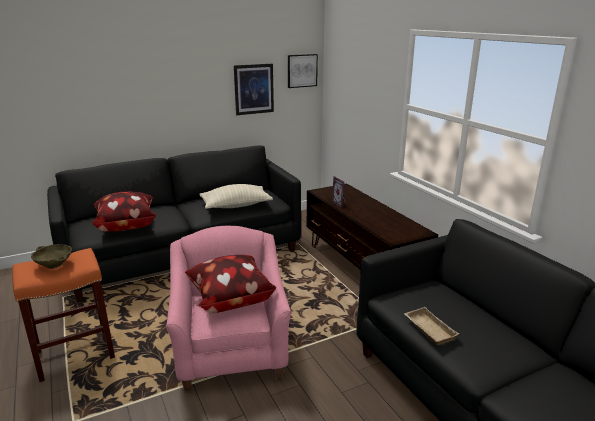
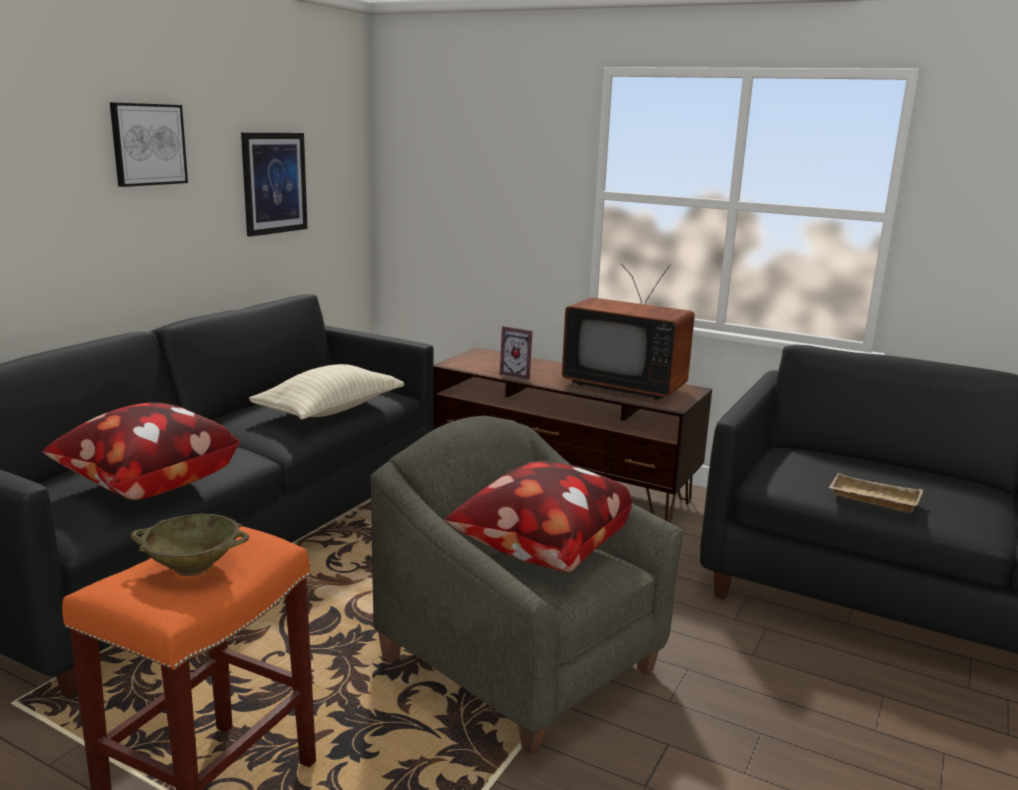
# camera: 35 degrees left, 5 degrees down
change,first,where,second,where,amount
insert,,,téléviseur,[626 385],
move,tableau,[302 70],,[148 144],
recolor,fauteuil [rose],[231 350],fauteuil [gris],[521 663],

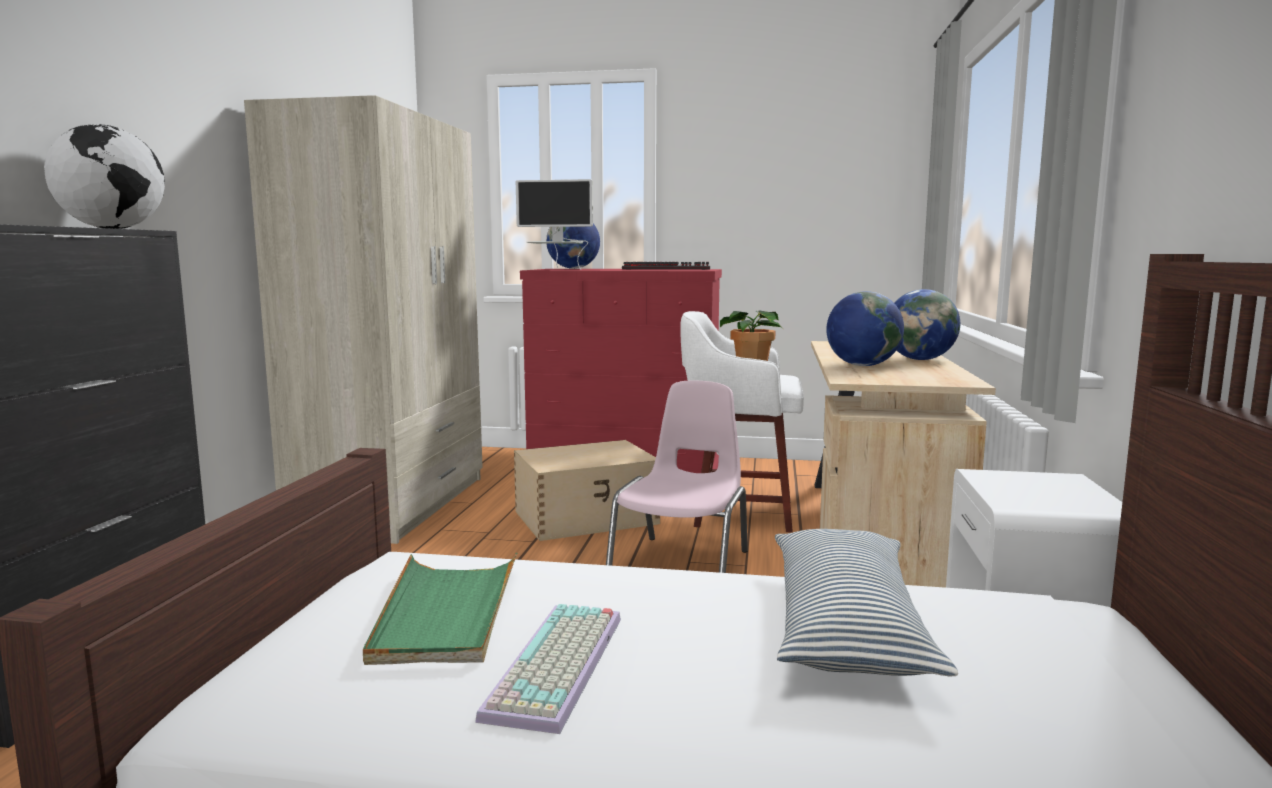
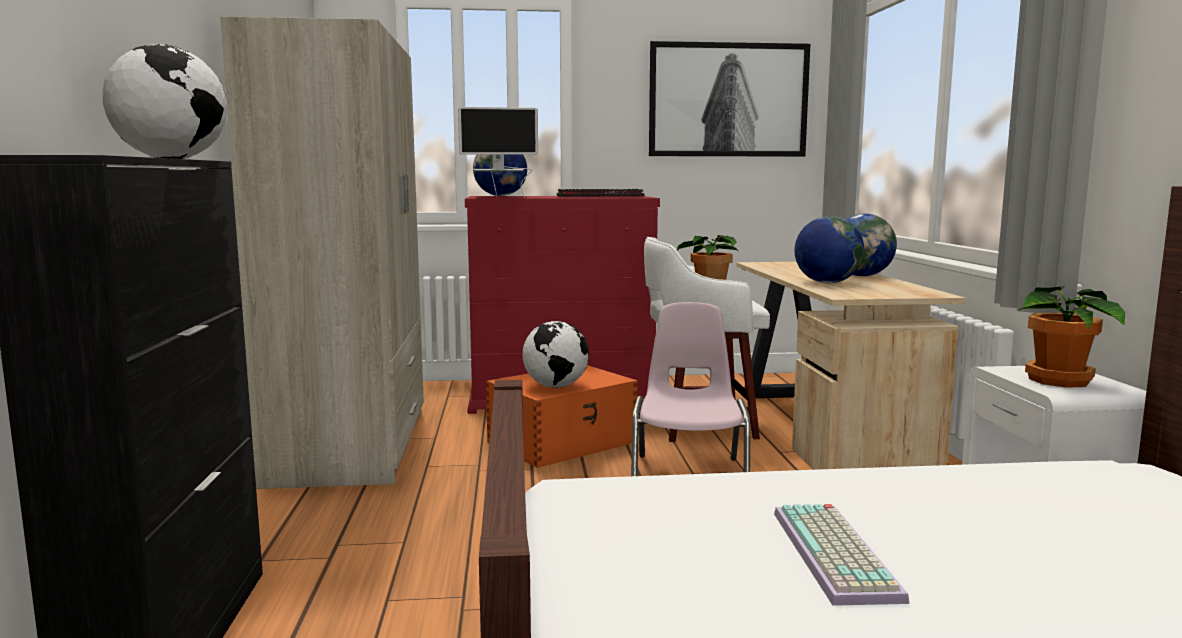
# camera: 15 degrees left, 0 degrees up
change,first,where,second,where,amount
delete,plateau [vert],[446 613],,,
delete,coussin,[846 624],,,
insert,,,globe,[556 387],
insert,,,tableau,[728 100],
insert,,,plante en pot,[1059 381],
recolor,boîte de rangement [beige],[587 517],boîte de rangement [orange],[563 442],

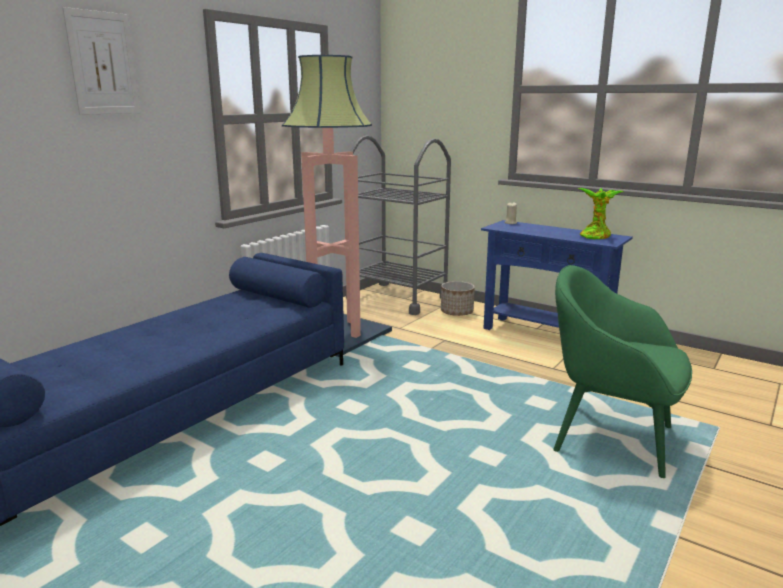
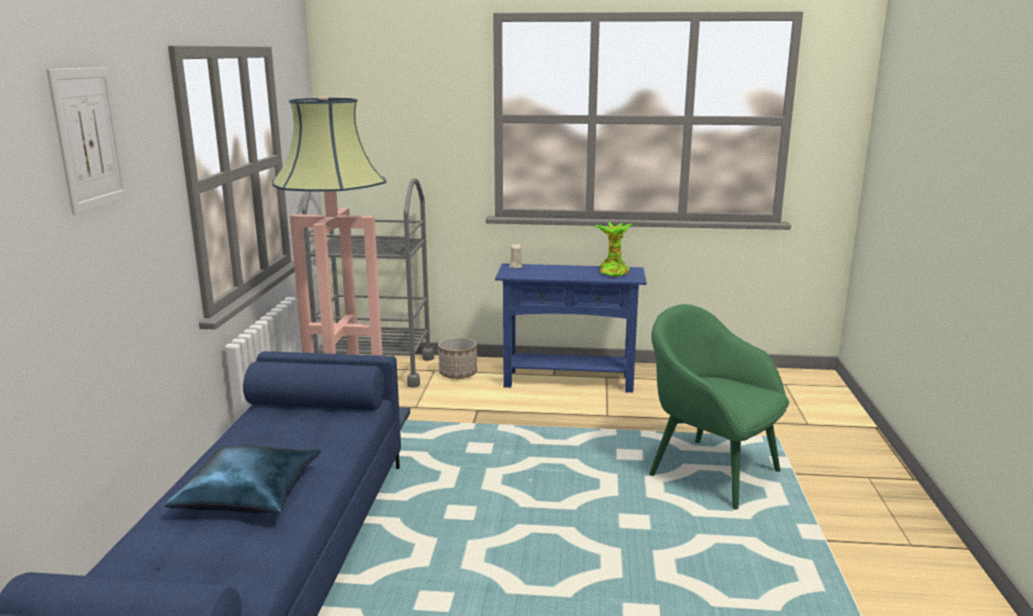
# camera: 30 degrees left, 0 degrees up
change,first,where,second,where,amount
insert,,,coussin [bleu],[249 493],
rotate,fauteuil [vert],[609 438],,[711 472],45 degrees clockwise

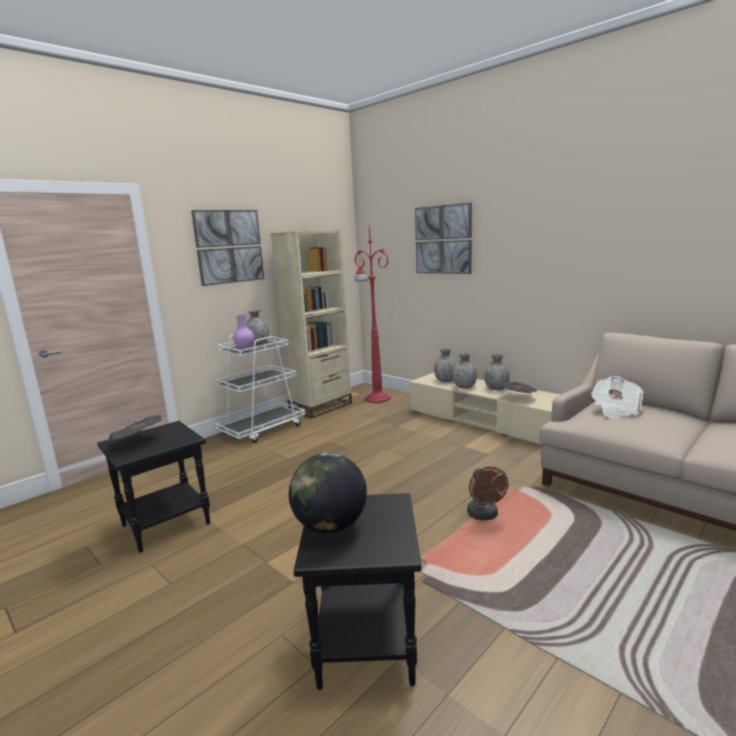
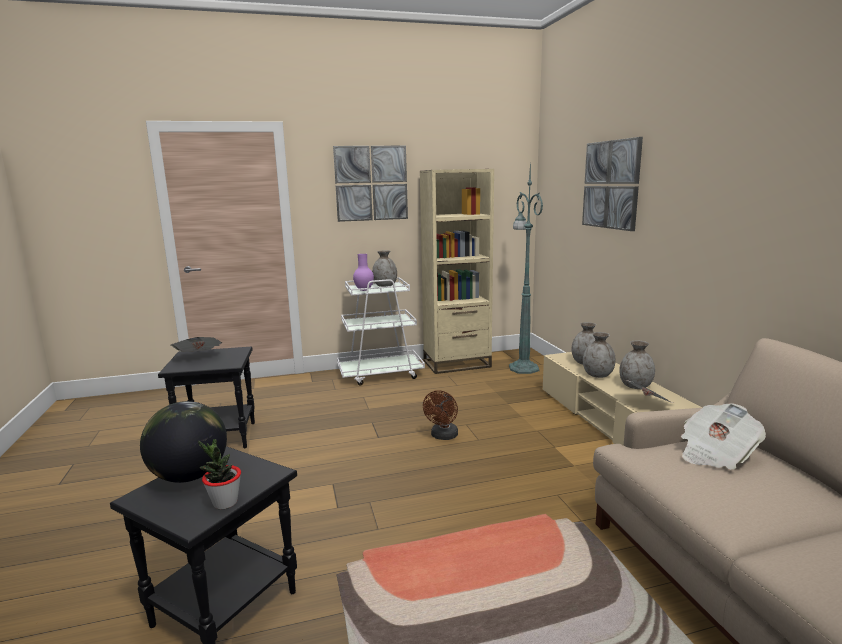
# camera: 30 degrees right, 0 degrees up
change,first,where,second,where,amount
insert,,,plante en pot,[225 503],
move,ventilateur [marron],[484 516],,[443 436],
recolor,lampadaire [rouge],[376 398],lampadaire [vert],[523 368],

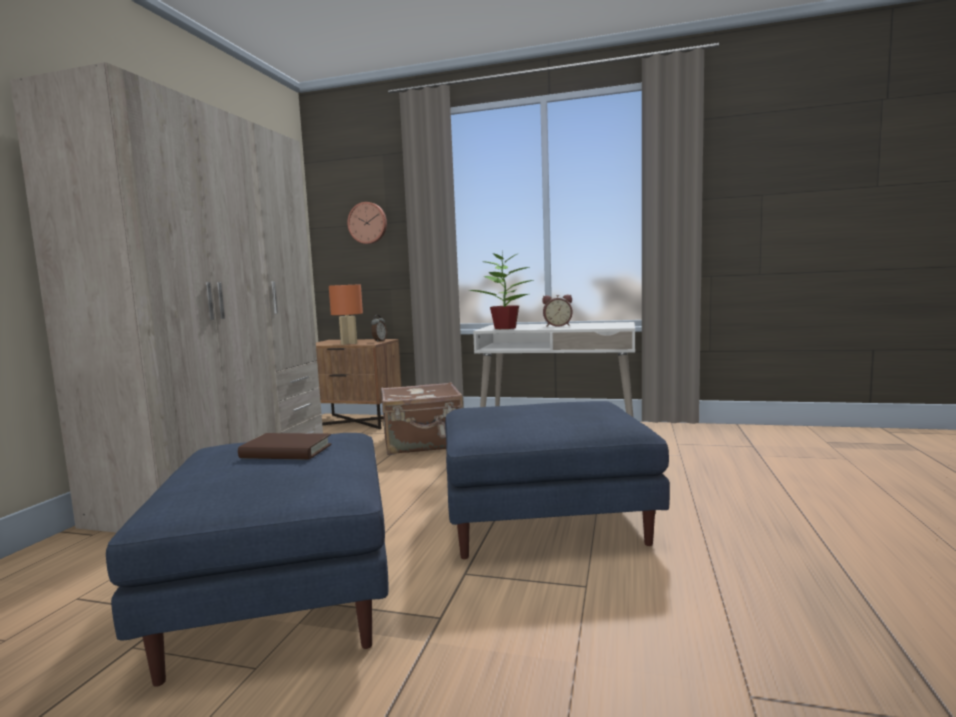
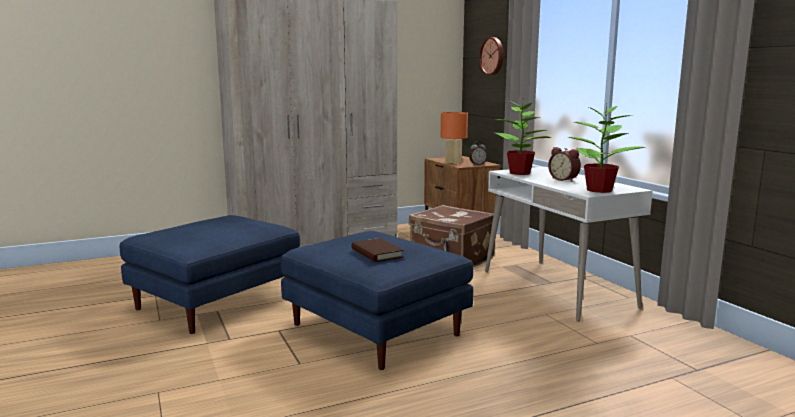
# camera: 50 degrees right, 5 degrees up
change,first,where,second,where,amount
insert,,,plante en pot,[598 190],
move,livre [marron],[286 451],,[377 253],

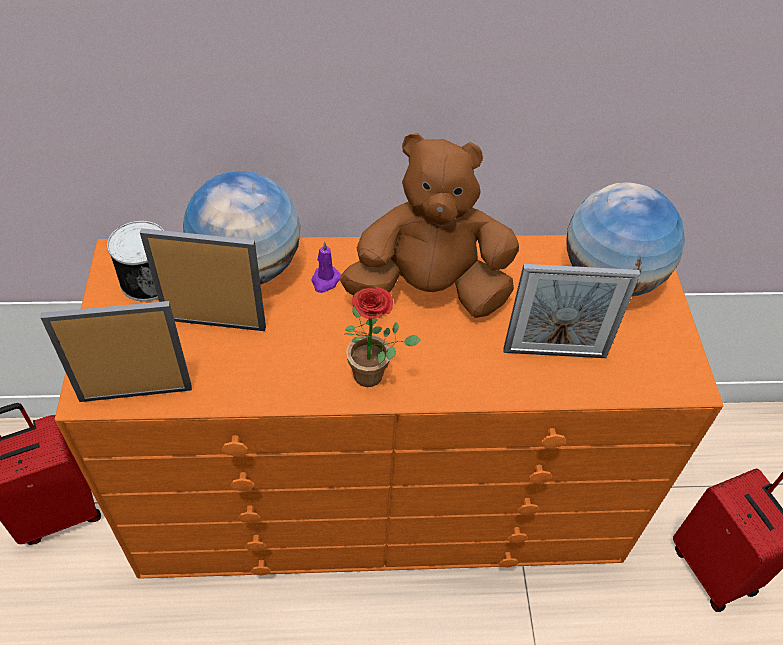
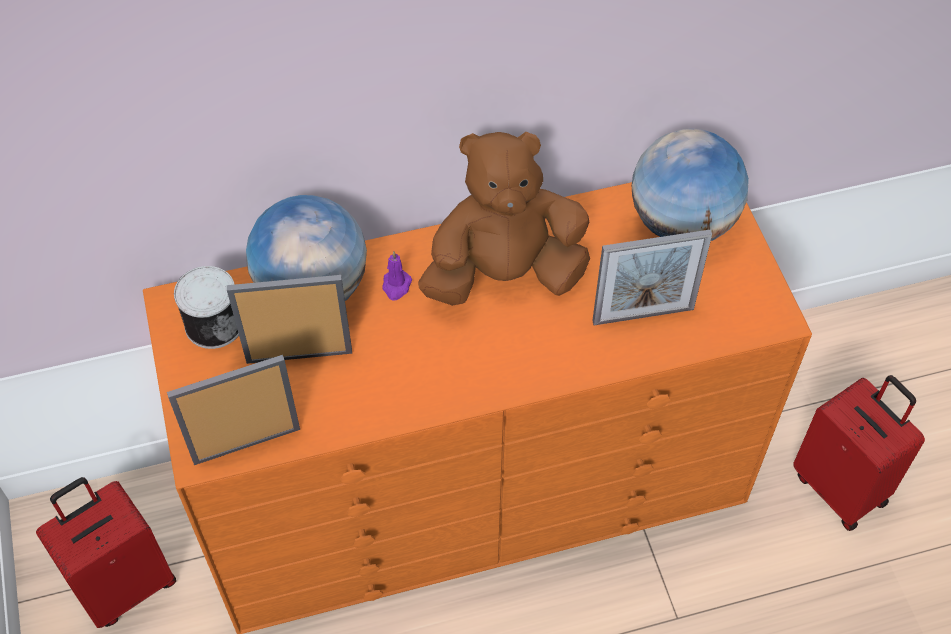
# camera: 10 degrees left, 5 degrees up
change,first,where,second,where,amount
delete,plante en pot,[375 375],,,

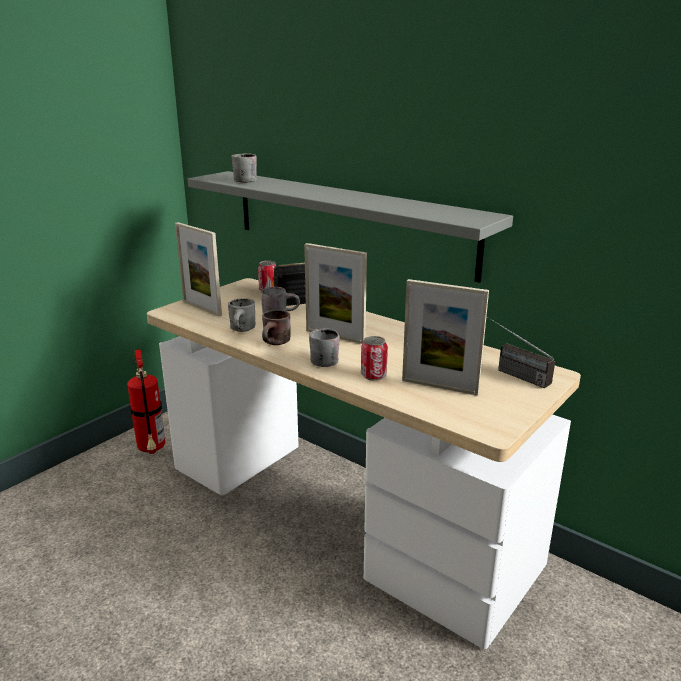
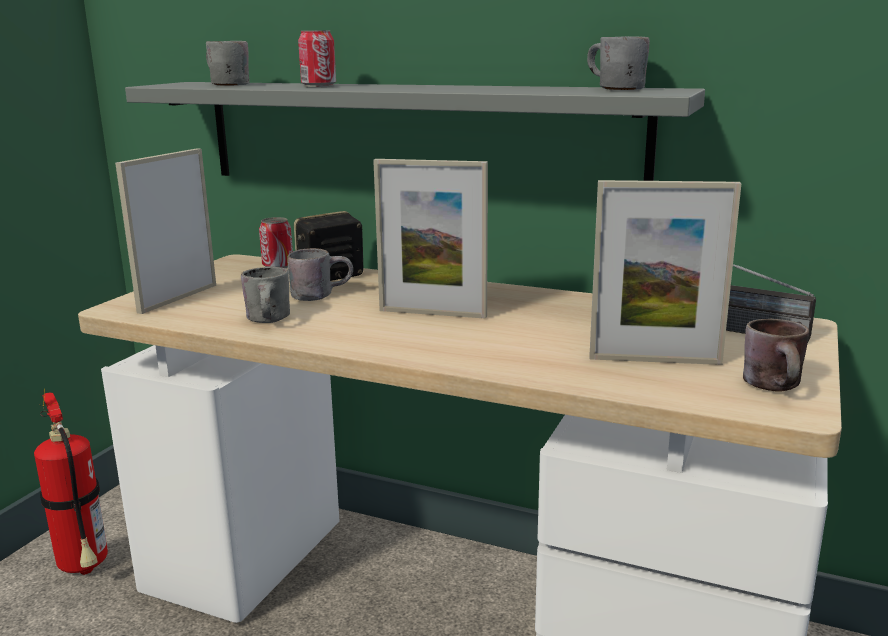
# camera: 15 degrees left, 5 degrees down
change,first,where,second,where,amount
move,mug [marron],[277 343],,[779 387],
move,mug [gris],[320 359],,[611 88],
move,boîte métallique,[373 375],,[318 86],
rotate,cadre photo,[202 308],,[178 298],90 degrees clockwise

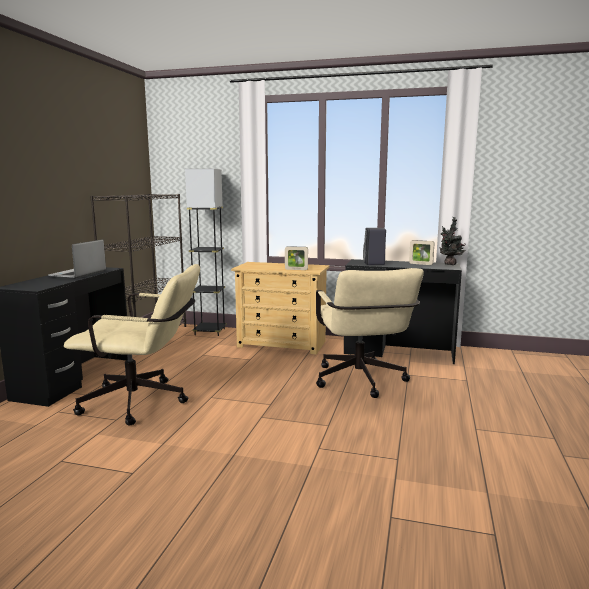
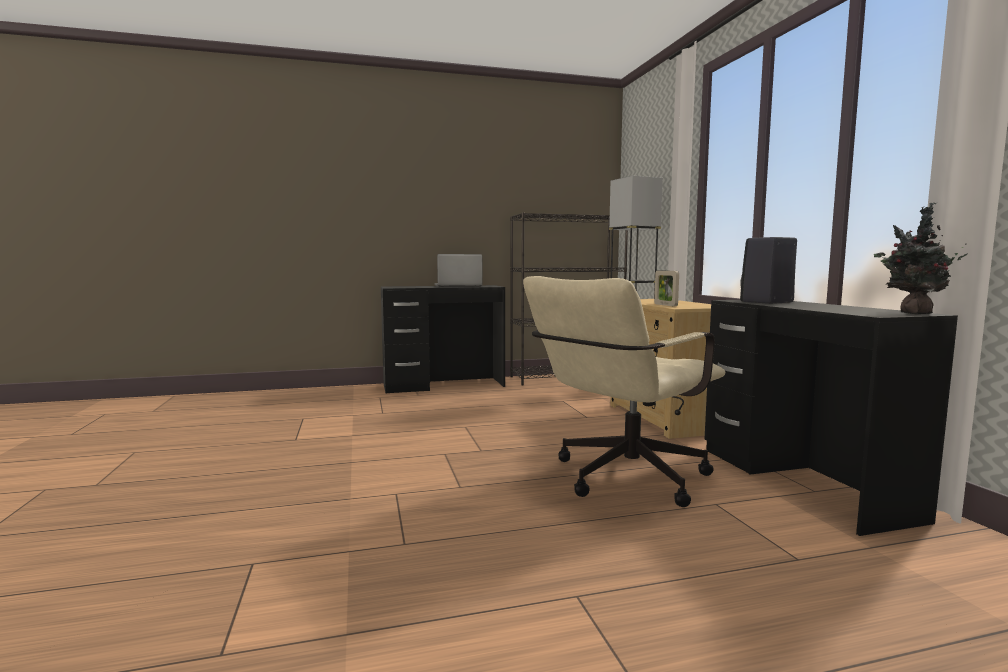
# camera: 60 degrees right, 5 degrees down
change,first,where,second,where,amount
delete,chaise de bureau [beige],[143 402],,,
delete,cadre photo,[420 264],,,

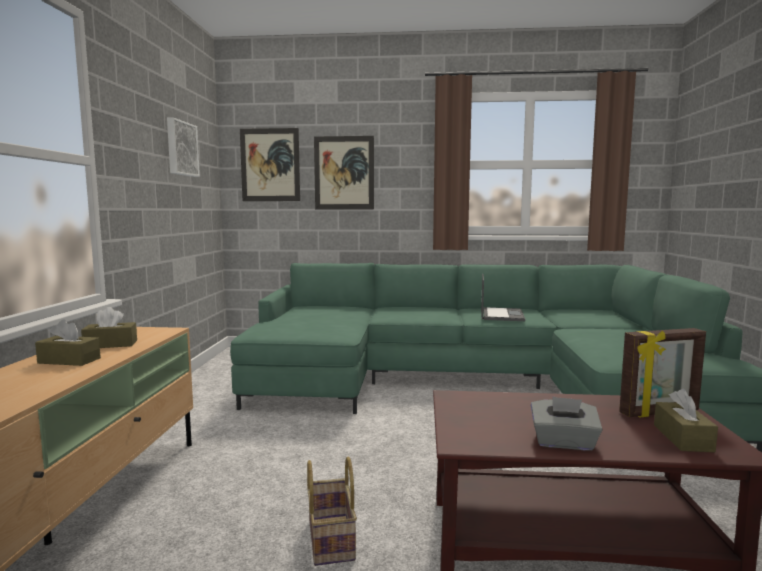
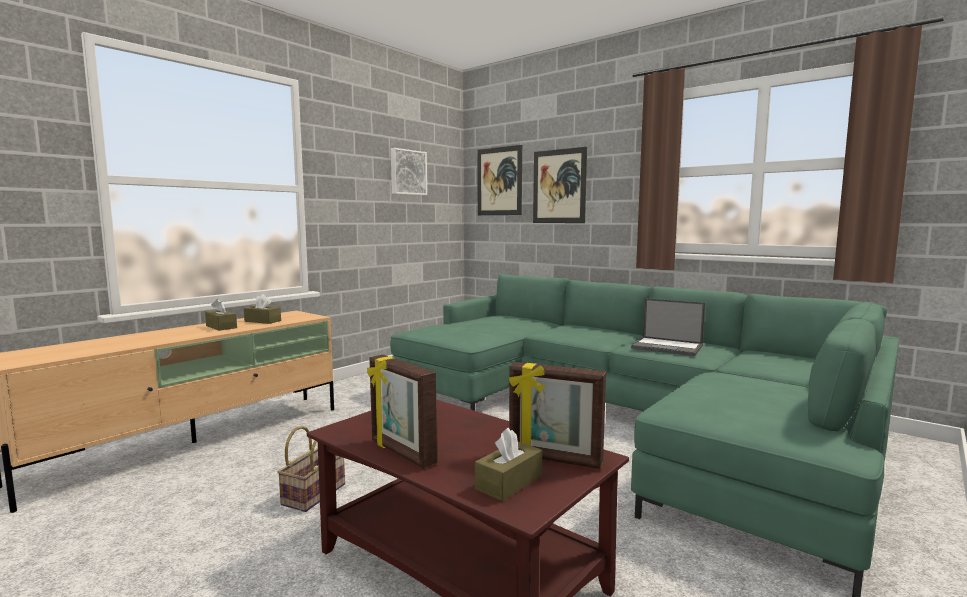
# camera: 35 degrees right, 0 degrees up
change,first,where,second,where,amount
replace,boîte à mouchoirs [gris],[563 443],cadre photo,[401 453],
rotate,ordinateur portable,[501 315],,[668 347],75 degrees clockwise

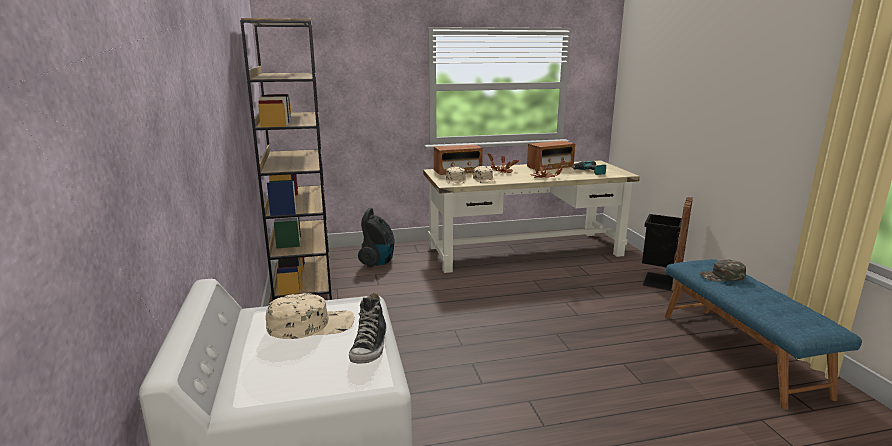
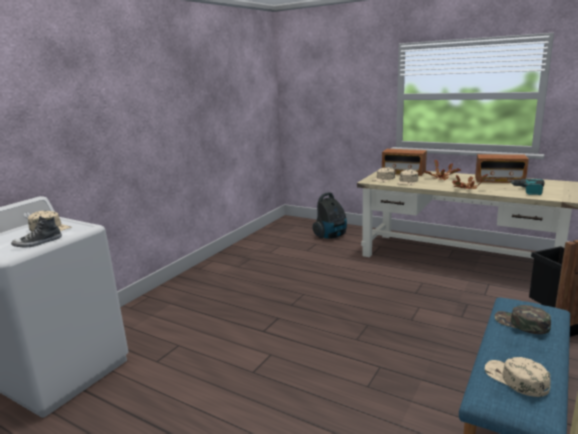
# camera: 45 degrees right, 0 degrees up
change,first,where,second,where,amount
delete,bibliothèque [marron],[303 281],,,
insert,,,casquette [beige],[515 379],

